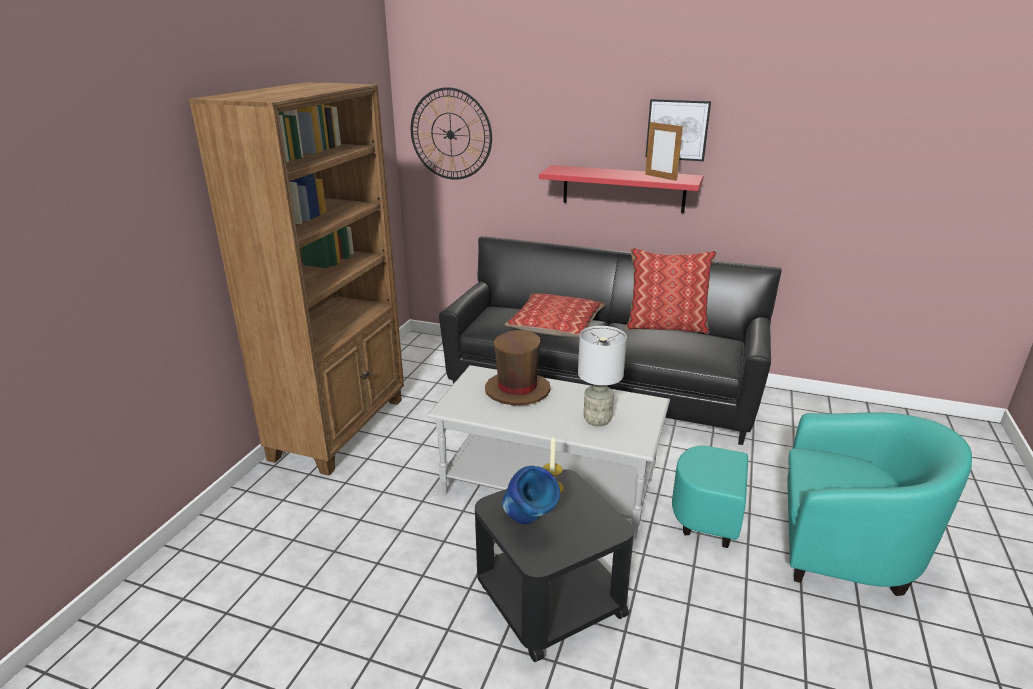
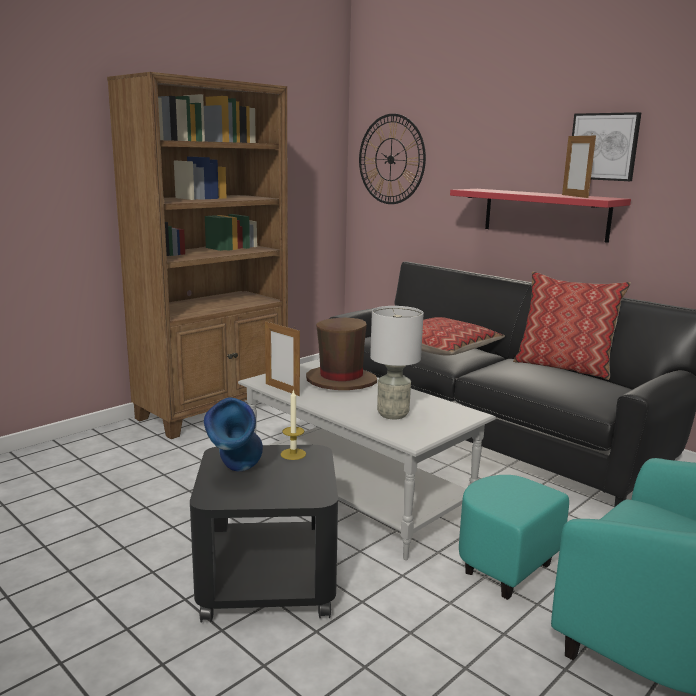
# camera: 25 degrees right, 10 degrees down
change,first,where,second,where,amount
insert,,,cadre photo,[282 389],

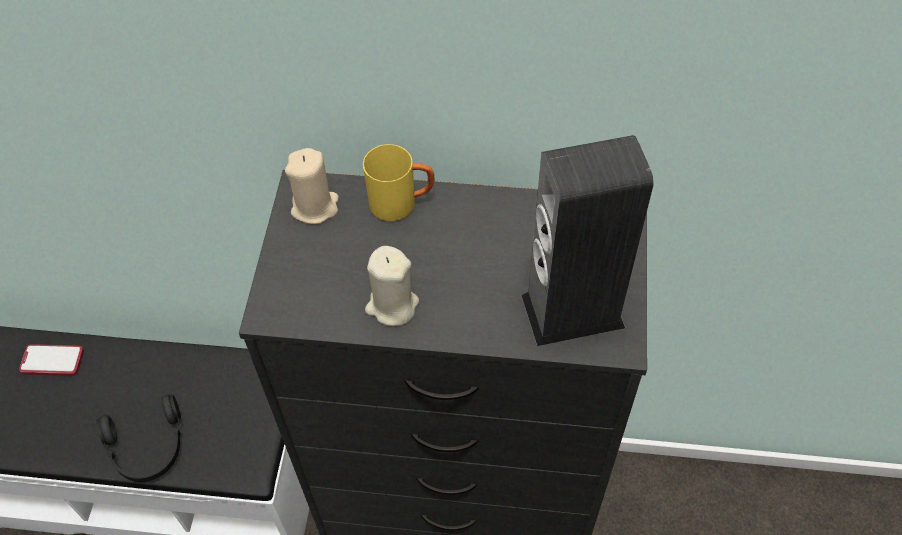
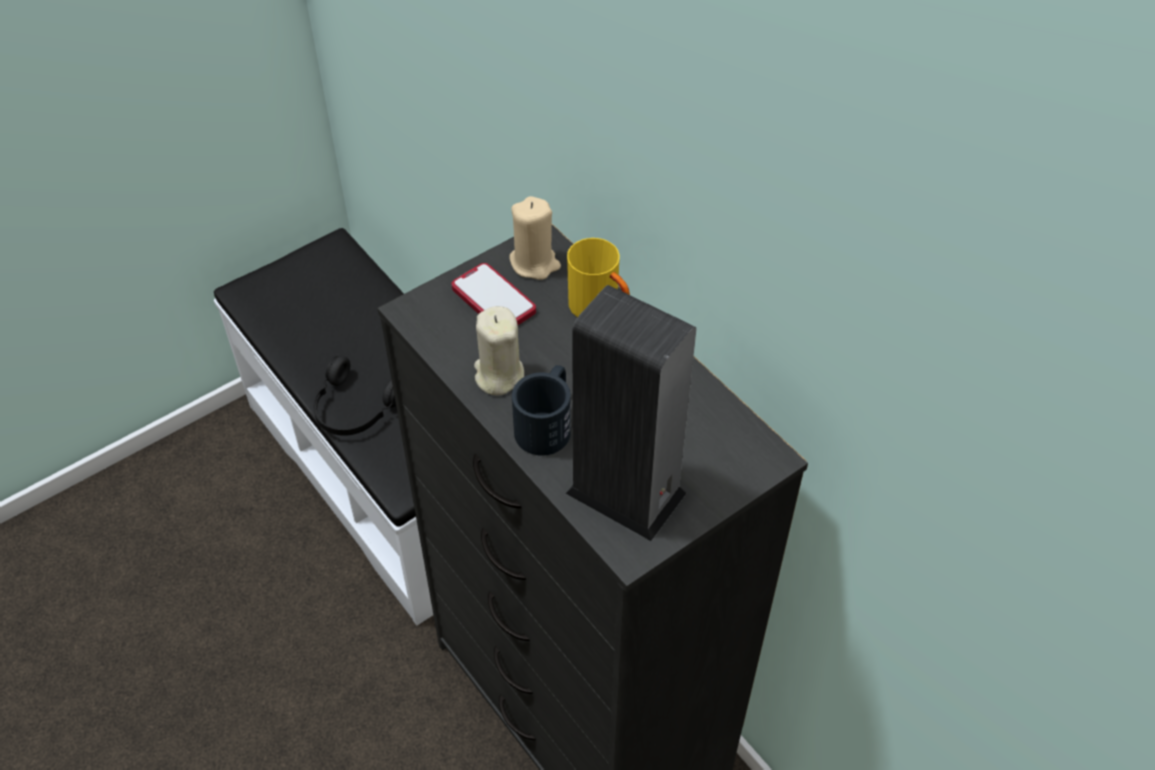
# camera: 45 degrees right, 5 degrees down
change,first,where,second,where,amount
insert,,,mug [noir],[547 423],
move,téléphone,[52 361],,[493 300],

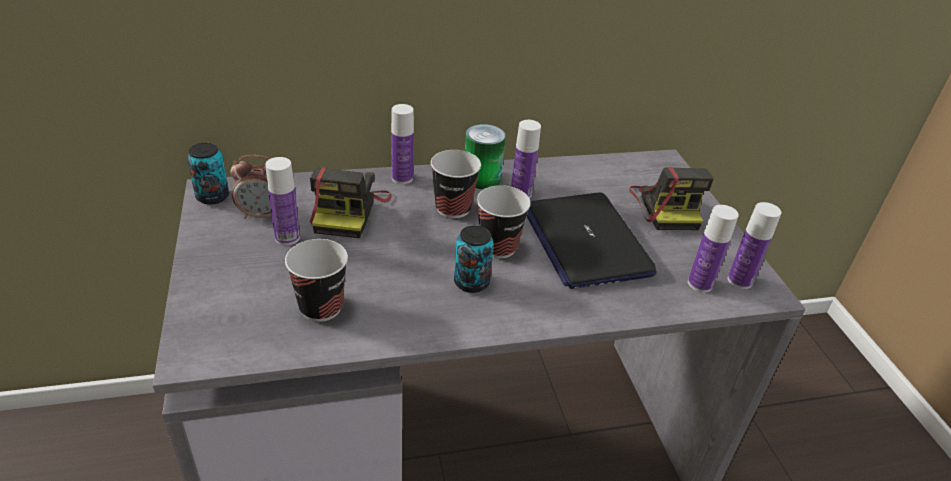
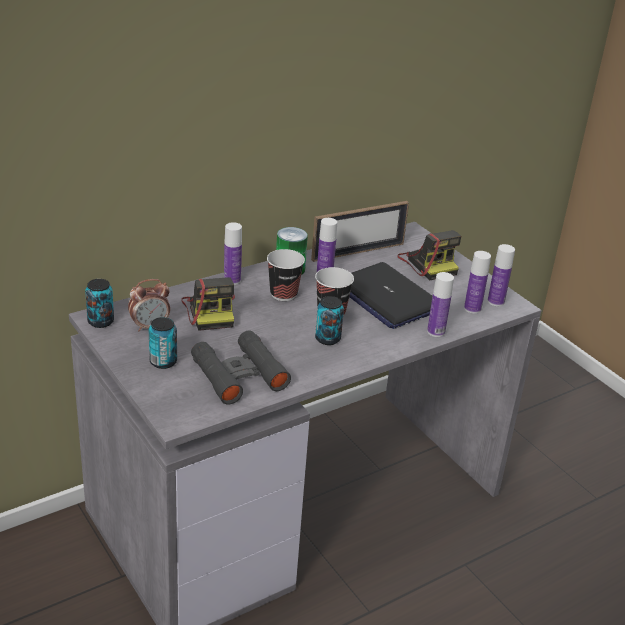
# camera: 20 degrees left, 5 degrees down
change,first,where,second,where,amount
insert,,,boîte métallique,[163 362],
insert,,,cadre photo,[358 251],
move,bouteille,[287 237],,[436 332],
replace,tasse,[321 307],jumelles [noir],[239 375],

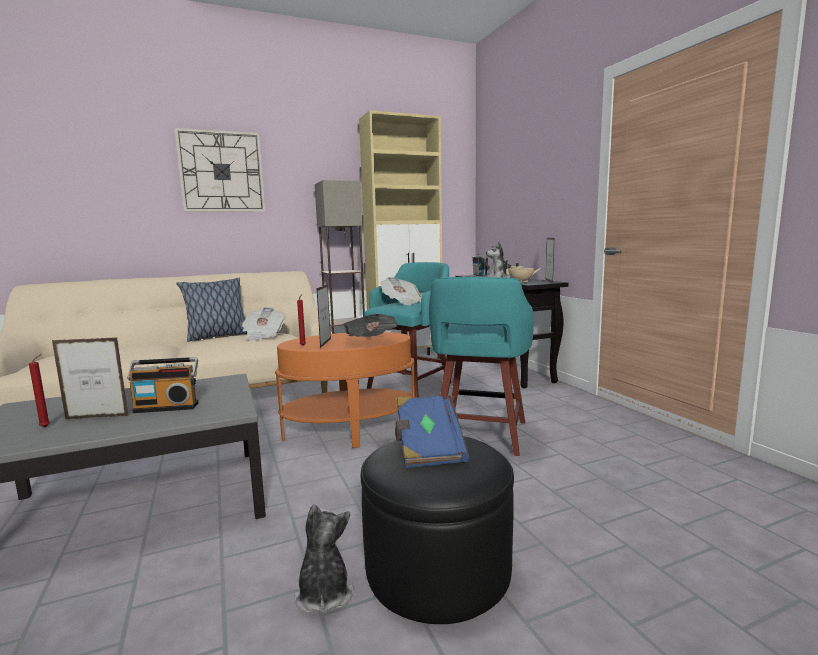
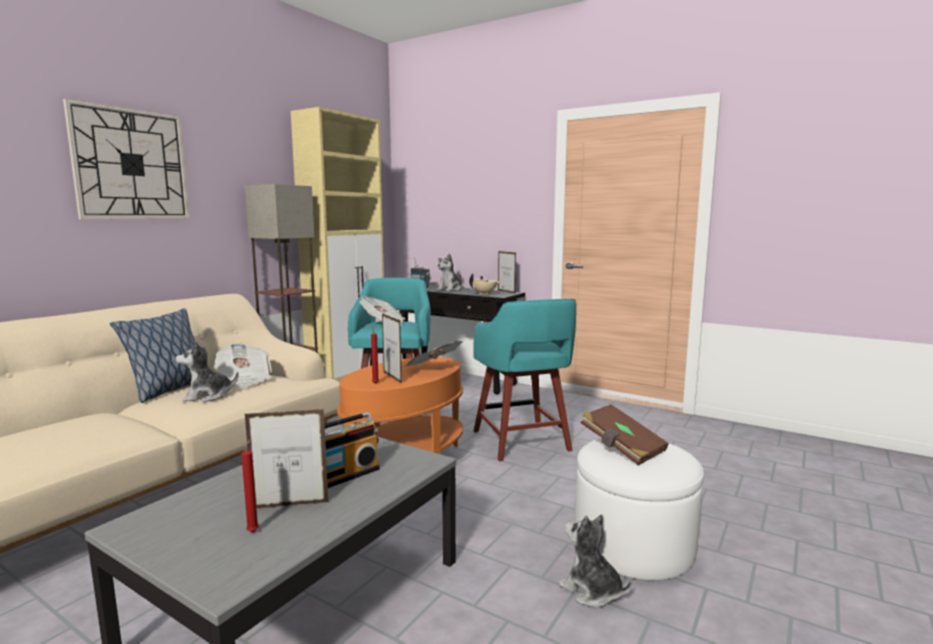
# camera: 35 degrees left, 0 degrees up
change,first,where,second,where,amount
insert,,,peluche,[207 396],
recolor,pouf [noir],[437 568],pouf [blanc],[633 543],
recolor,livre [bleu],[428 447],livre [marron],[622 448],
rotate,cadre photo,[97 417],,[290 505],150 degrees counterclockwise

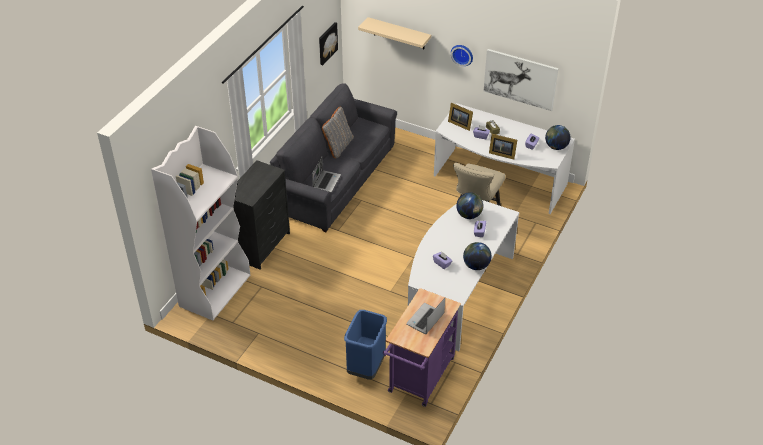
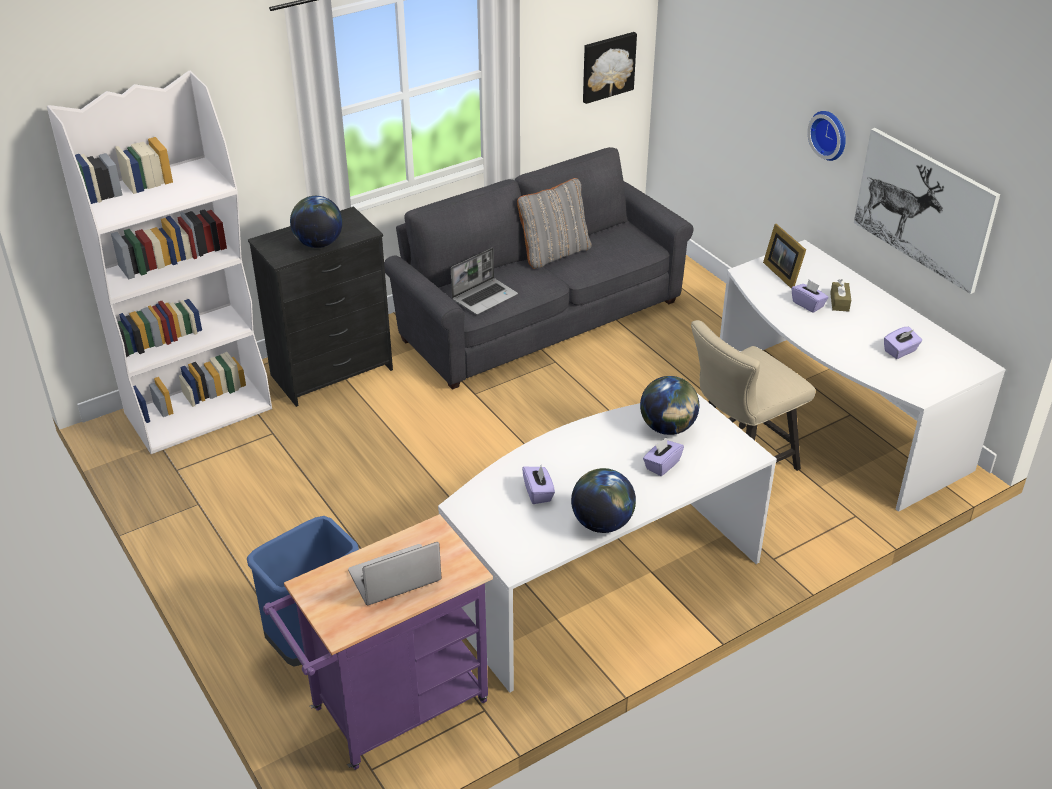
# camera: 30 degrees right, 5 degrees down
change,first,where,second,where,amount
delete,étagère [beige],[399 33],,,
delete,cadre photo,[501 154],,,
move,globe,[556 147],,[318 243],

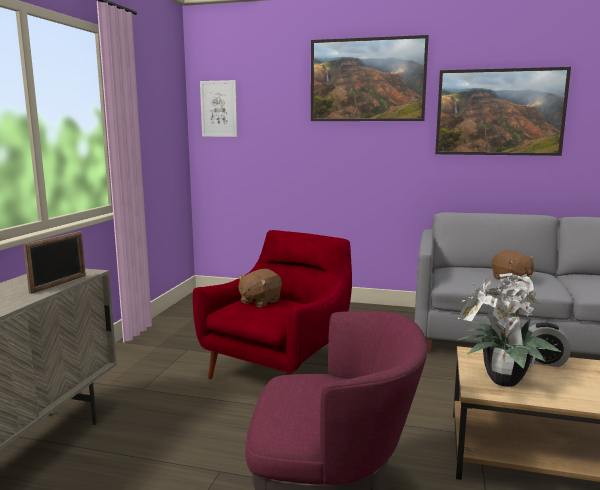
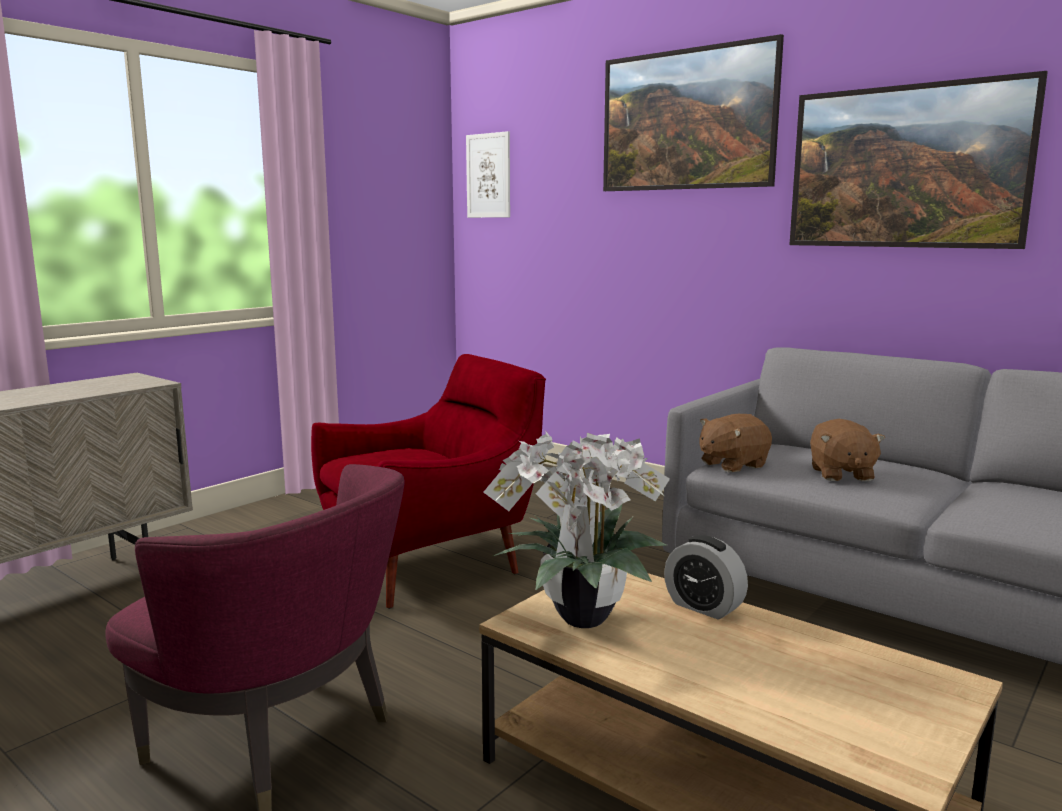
# camera: 25 degrees right, 0 degrees up
change,first,where,second,where,amount
delete,cadre photo,[59 284],,,
move,peluche [marron],[259 301],,[732 464],

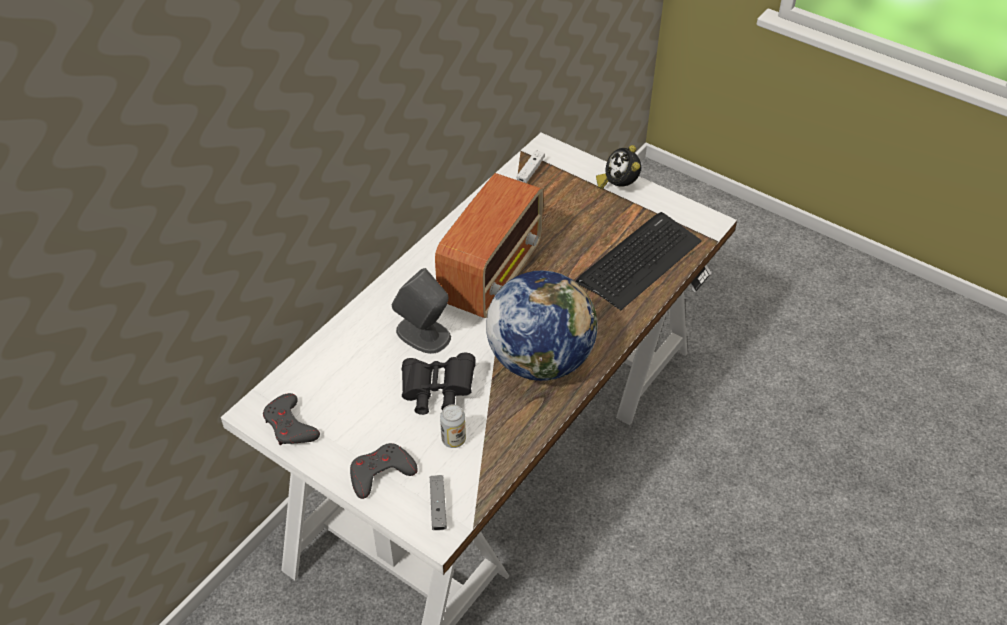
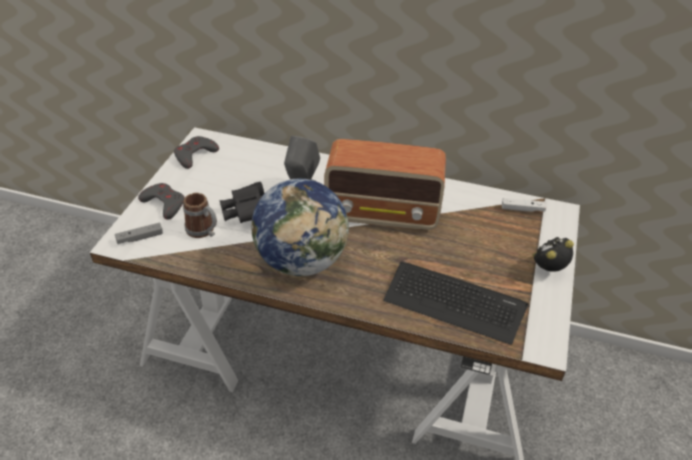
# camera: 70 degrees right, 5 degrees down
change,first,where,second,where,amount
replace,boîte métallique,[453 439],mug,[204 231],

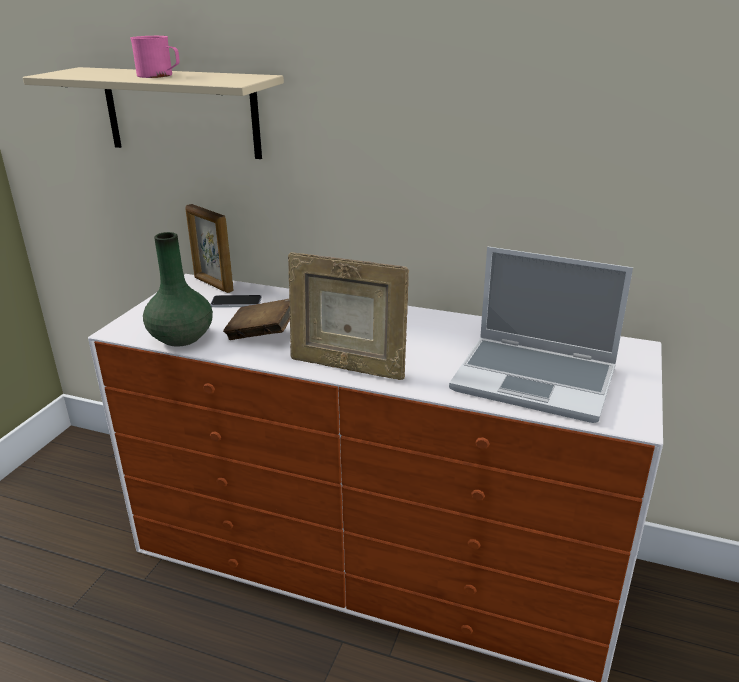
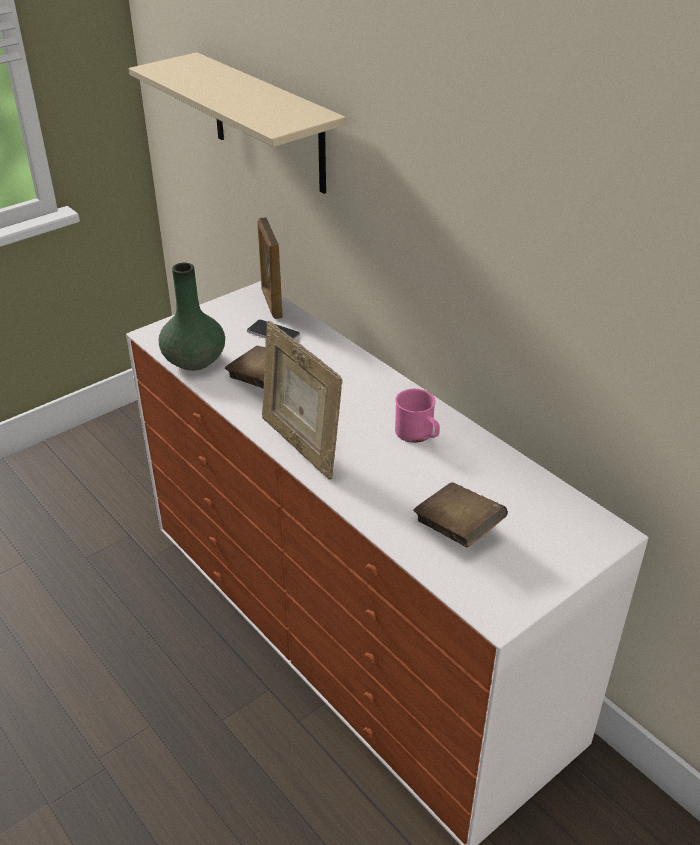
# camera: 30 degrees right, 10 degrees up
change,first,where,second,where,amount
move,mug [rose],[160 75],,[418 434],
replace,ordinateur portable,[536 380],livre [marron],[457 529],

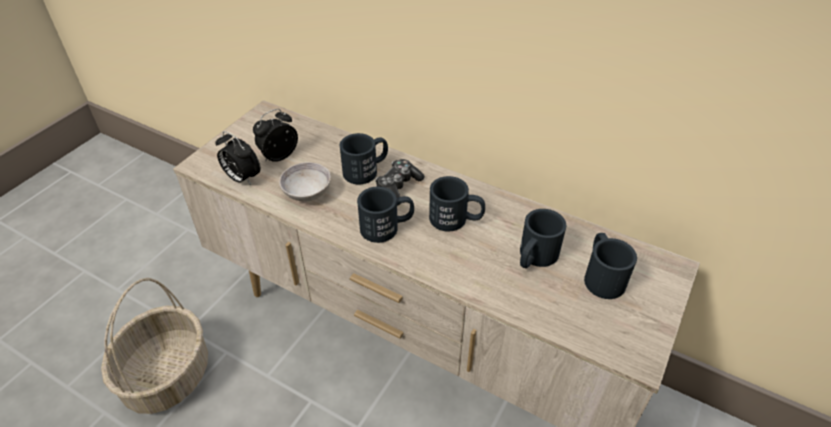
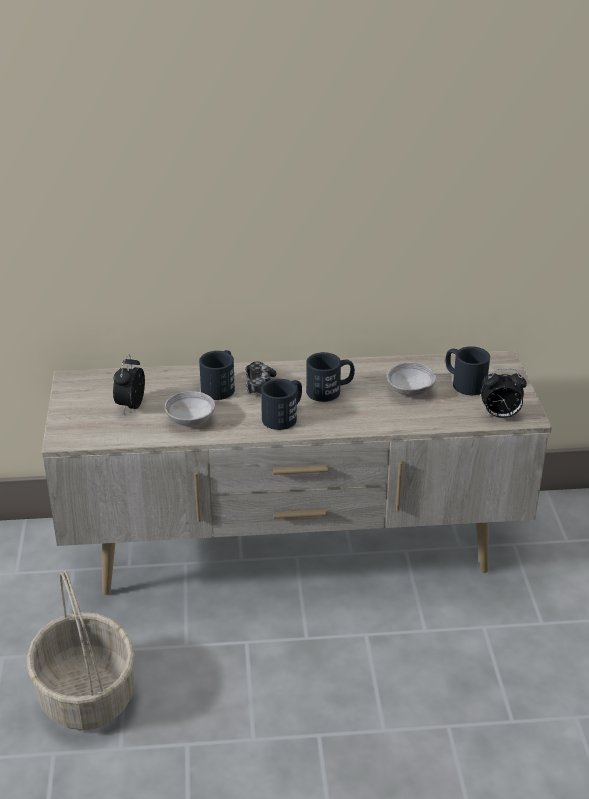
# camera: 35 degrees left, 10 degrees down
change,first,where,second,where,amount
move,réveil,[242 178],,[500 416],
replace,mug [noir],[534 257],bol [gris],[410 390],

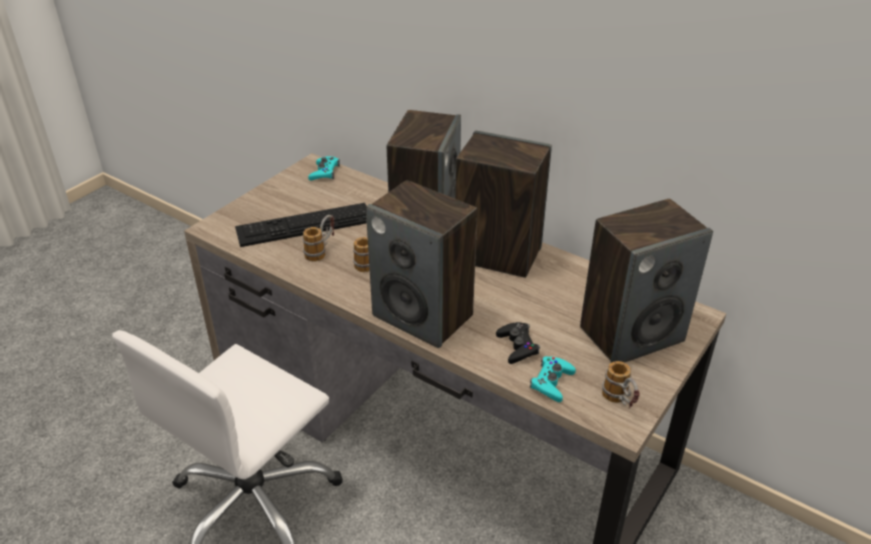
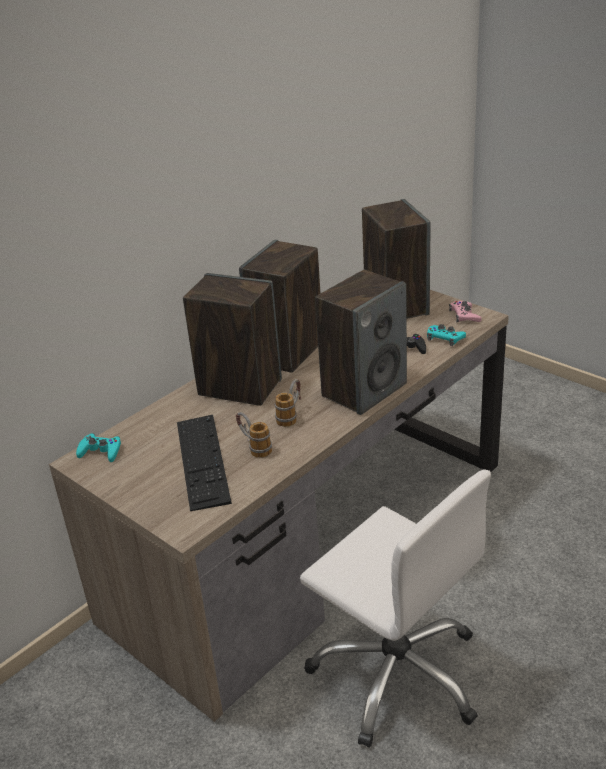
# camera: 80 degrees left, 5 degrees down
change,first,where,second,where,amount
replace,mug,[620 402],manette [rose],[464 316],

